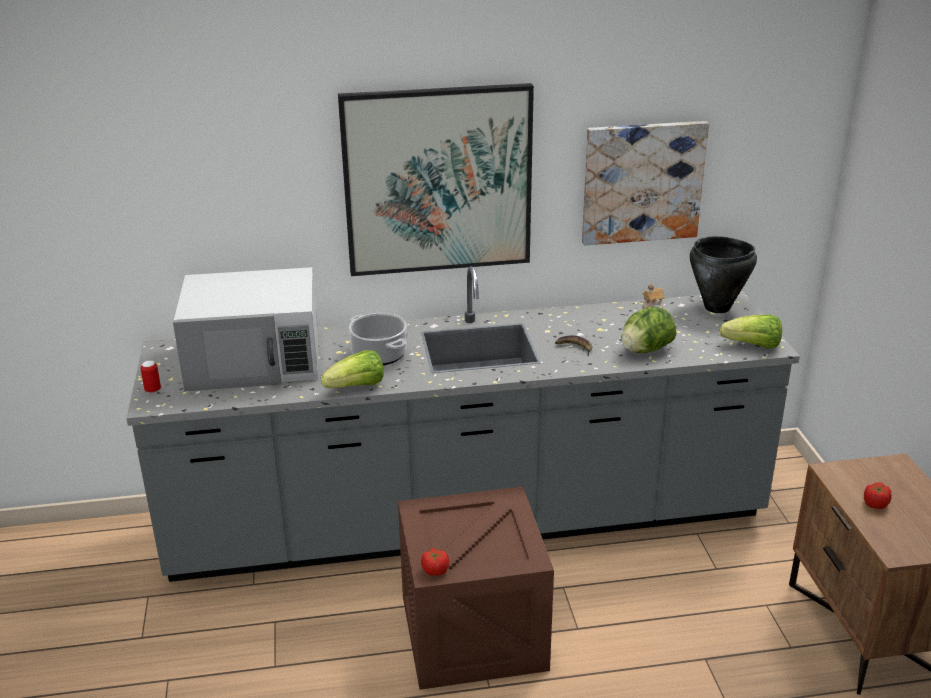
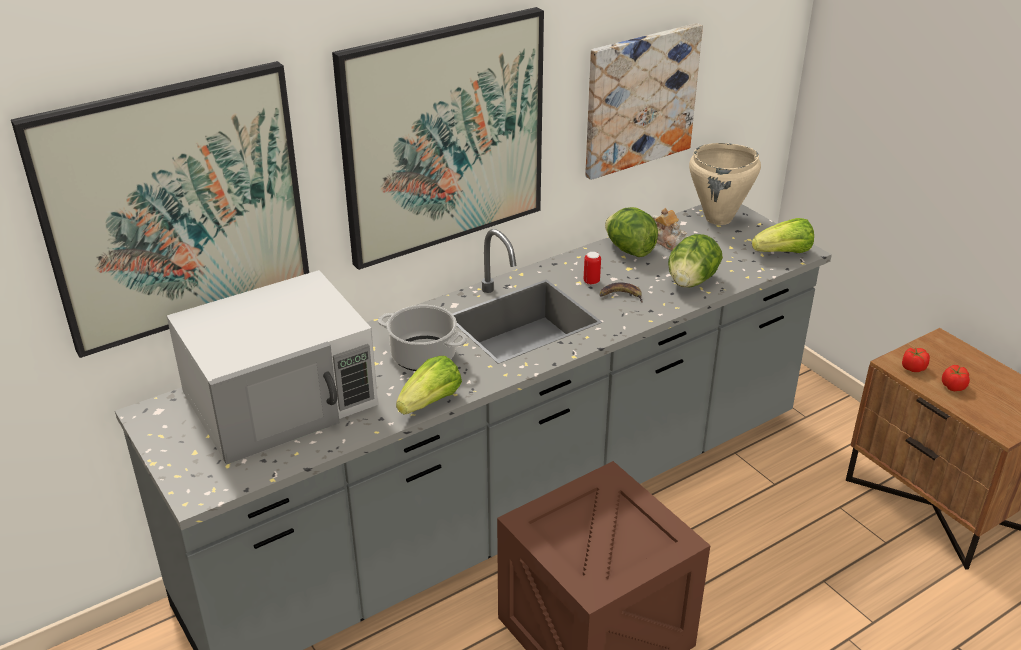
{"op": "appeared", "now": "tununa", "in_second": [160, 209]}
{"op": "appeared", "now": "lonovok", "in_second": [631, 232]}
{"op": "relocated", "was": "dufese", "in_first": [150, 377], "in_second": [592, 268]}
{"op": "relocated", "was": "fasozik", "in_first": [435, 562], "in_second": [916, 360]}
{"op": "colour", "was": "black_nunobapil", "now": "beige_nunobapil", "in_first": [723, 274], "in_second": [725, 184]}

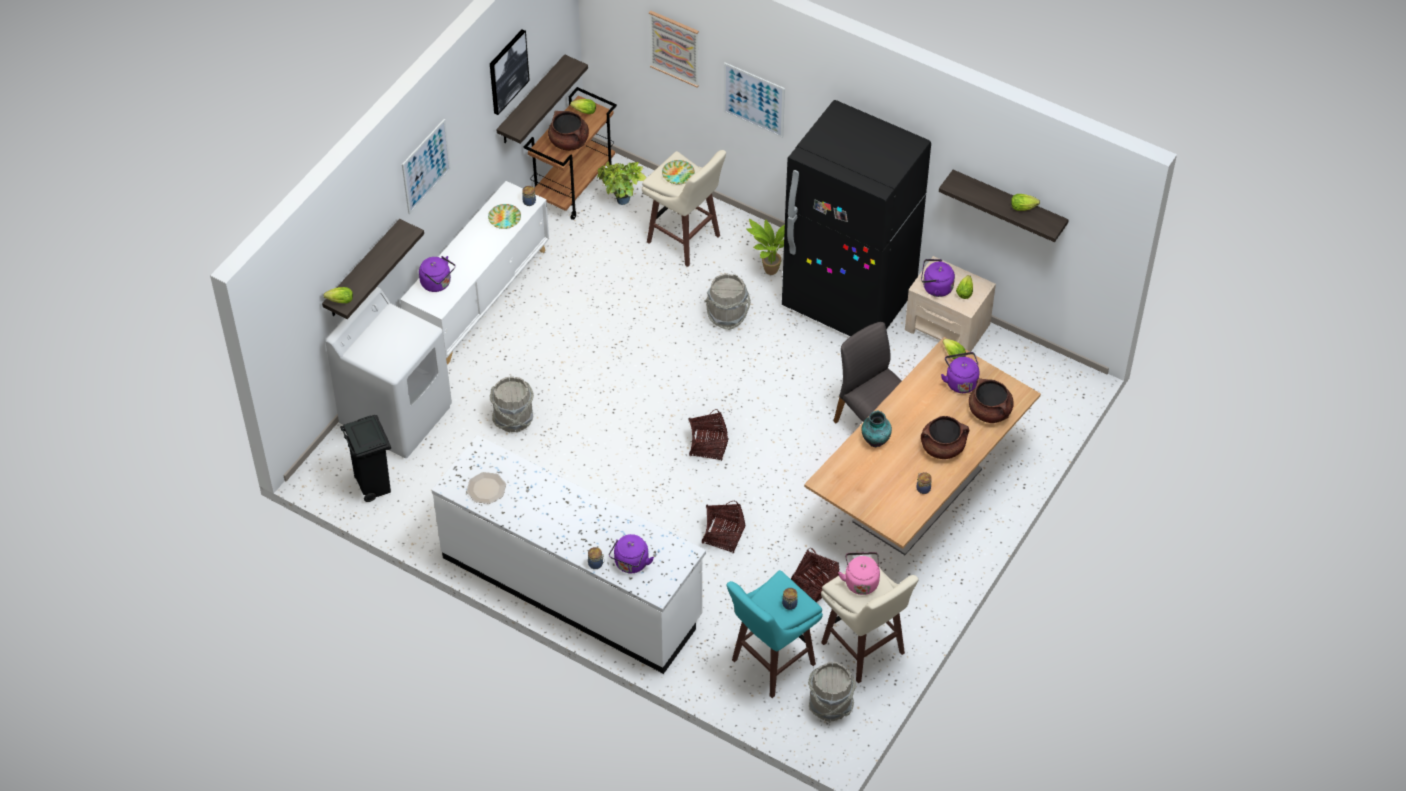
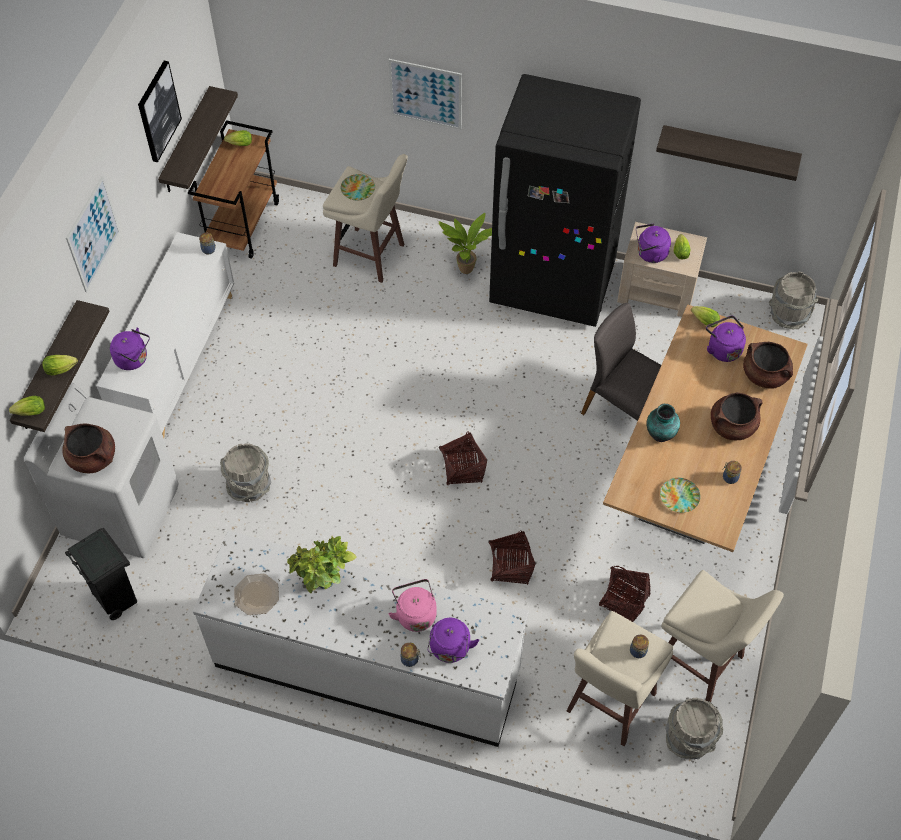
{"op": "missing", "was": "tununa", "in_first": [674, 48]}
{"op": "relocated", "was": "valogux", "in_first": [504, 216], "in_second": [680, 495]}
{"op": "relocated", "was": "brown_nunobapil", "in_first": [568, 131], "in_second": [88, 448]}
{"op": "relocated", "was": "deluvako", "in_first": [621, 183], "in_second": [322, 564]}
{"op": "relocated", "was": "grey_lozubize", "in_first": [727, 301], "in_second": [793, 300]}
{"op": "relocated", "was": "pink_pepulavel", "in_first": [859, 573], "in_second": [412, 605]}
{"op": "relocated", "was": "lonovok", "in_first": [1025, 202], "in_second": [60, 365]}
{"op": "colour", "was": "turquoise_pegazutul", "now": "beige_pegazutul", "in_first": [775, 634], "in_second": [620, 678]}

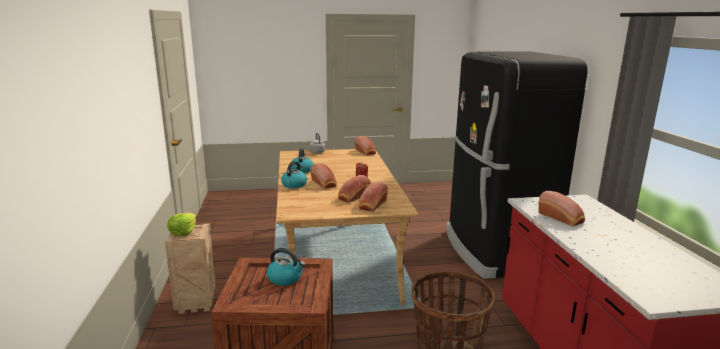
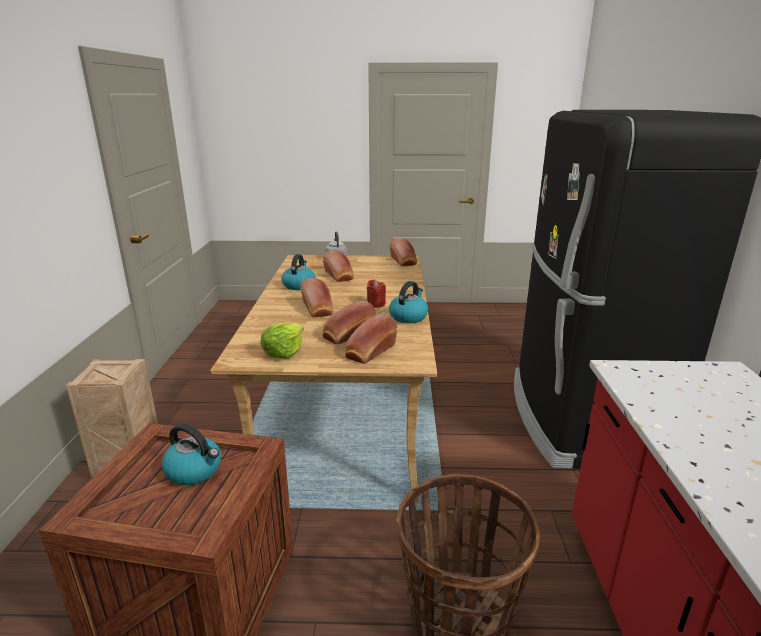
{"op": "relocated", "was": "lonovok", "in_first": [181, 224], "in_second": [282, 340]}
{"op": "relocated", "was": "pepulavel", "in_first": [294, 174], "in_second": [408, 302]}
{"op": "relocated", "was": "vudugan", "in_first": [561, 208], "in_second": [338, 266]}

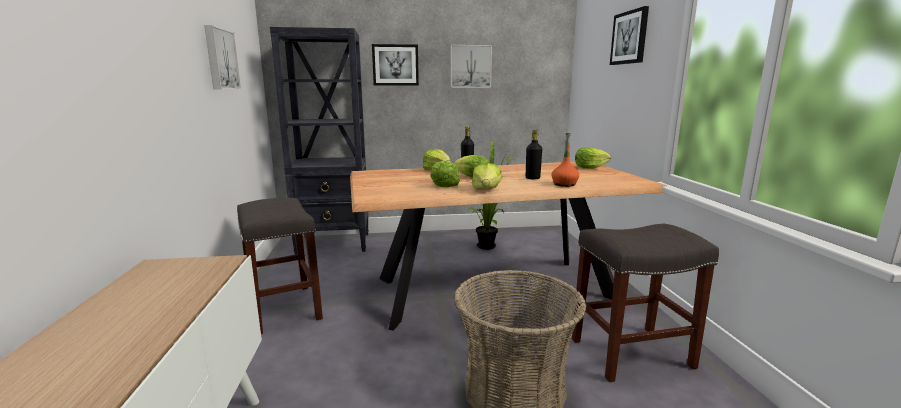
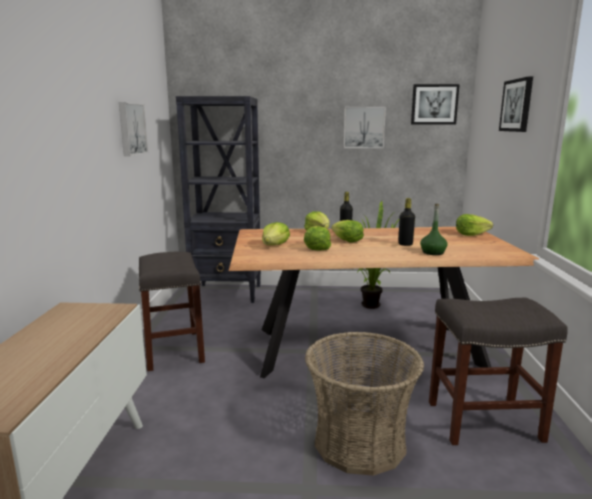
{"op": "relocated", "was": "tununa", "in_first": [395, 64], "in_second": [435, 104]}
{"op": "relocated", "was": "lonovok", "in_first": [487, 176], "in_second": [276, 233]}
{"op": "colour", "was": "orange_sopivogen", "now": "green_sopivogen", "in_first": [565, 160], "in_second": [434, 229]}

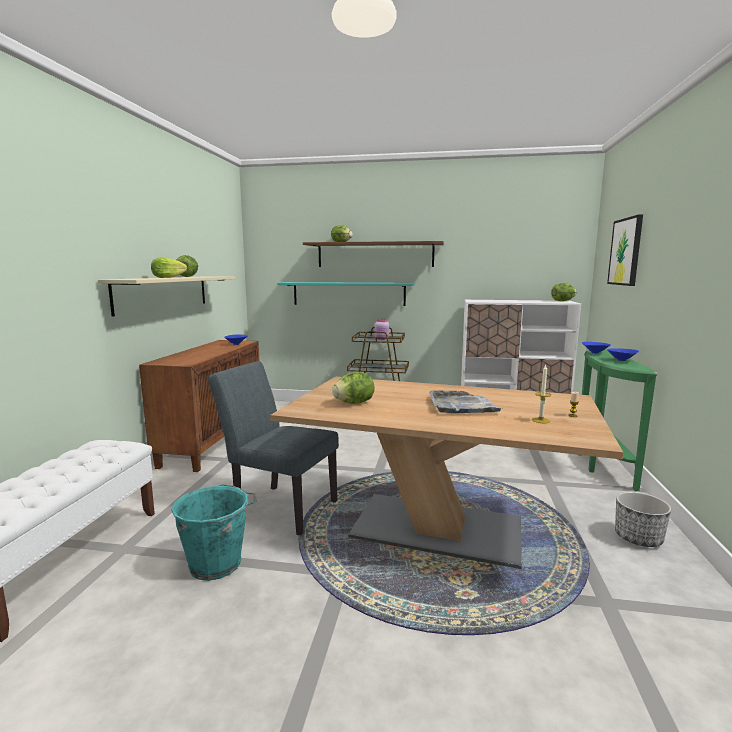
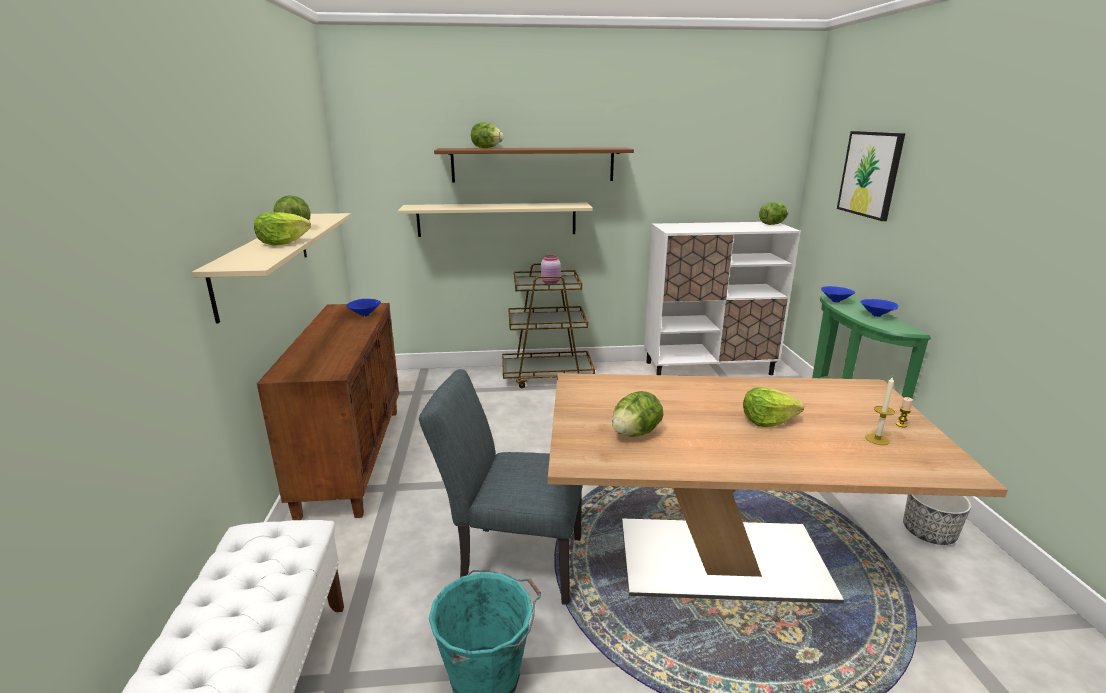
{"op": "exchanged", "was": "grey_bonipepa", "now": "lonovok", "in_first": [466, 401], "in_second": [773, 407]}
{"op": "colour", "was": "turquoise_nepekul", "now": "beige_nepekul", "in_first": [346, 294], "in_second": [495, 220]}

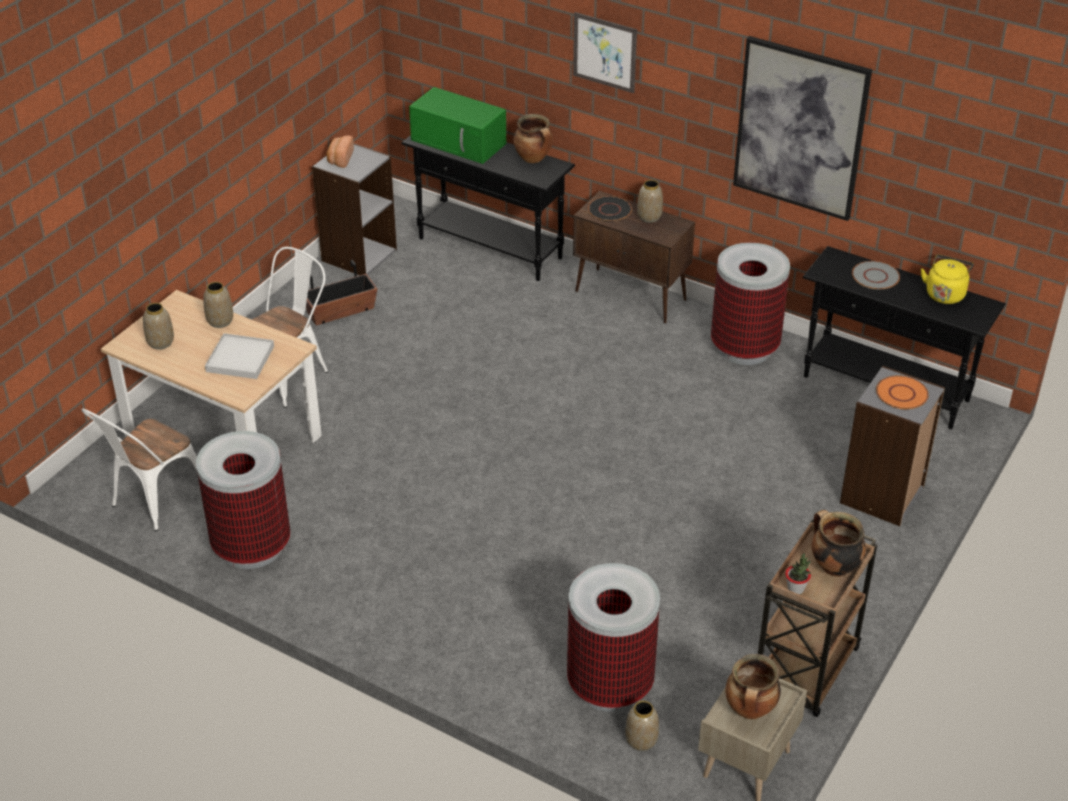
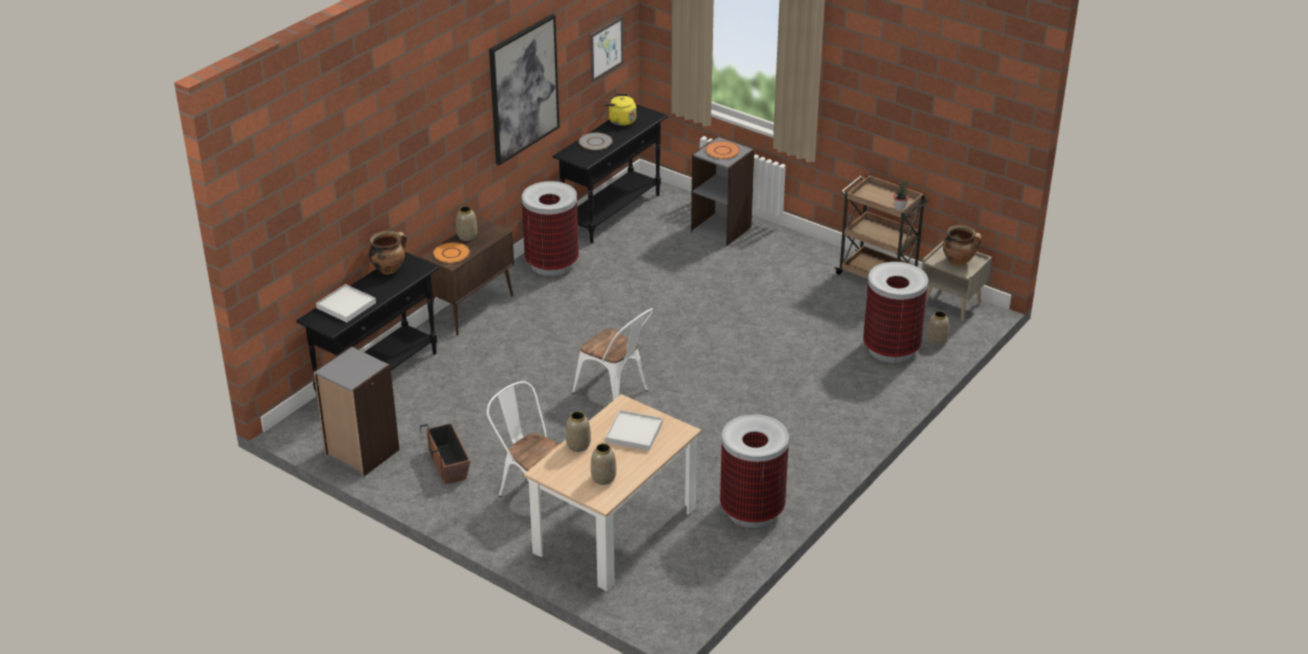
{"op": "missing", "was": "vudugan", "in_first": [340, 152]}
{"op": "missing", "was": "nunobapil", "in_first": [839, 543]}
{"op": "relocated", "was": "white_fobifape", "in_first": [139, 470], "in_second": [613, 354]}
{"op": "relocated", "was": "tununa", "in_first": [605, 52], "in_second": [606, 49]}
{"op": "exchanged", "was": "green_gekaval", "now": "white_bonipepa", "in_first": [457, 125], "in_second": [346, 303]}
{"op": "colour", "was": "black_valogux", "now": "orange_valogux", "in_first": [610, 209], "in_second": [451, 252]}

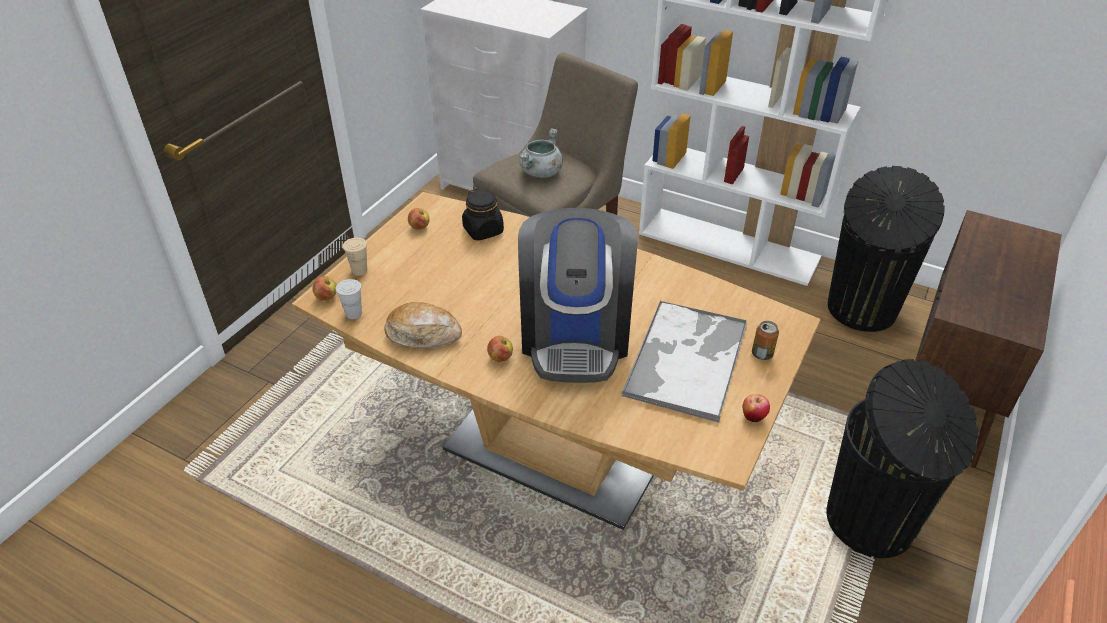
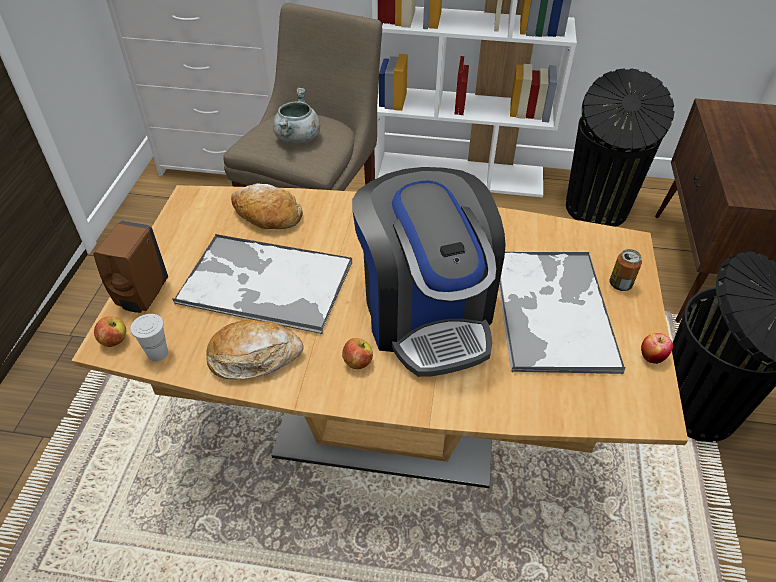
{"op": "missing", "was": "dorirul", "in_first": [419, 219]}
{"op": "appeared", "now": "bonipepa", "in_second": [262, 284]}
{"op": "exchanged", "was": "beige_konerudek", "now": "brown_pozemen", "in_first": [355, 257], "in_second": [130, 267]}
{"op": "exchanged", "was": "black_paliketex", "now": "vudugan", "in_first": [483, 215], "in_second": [267, 206]}

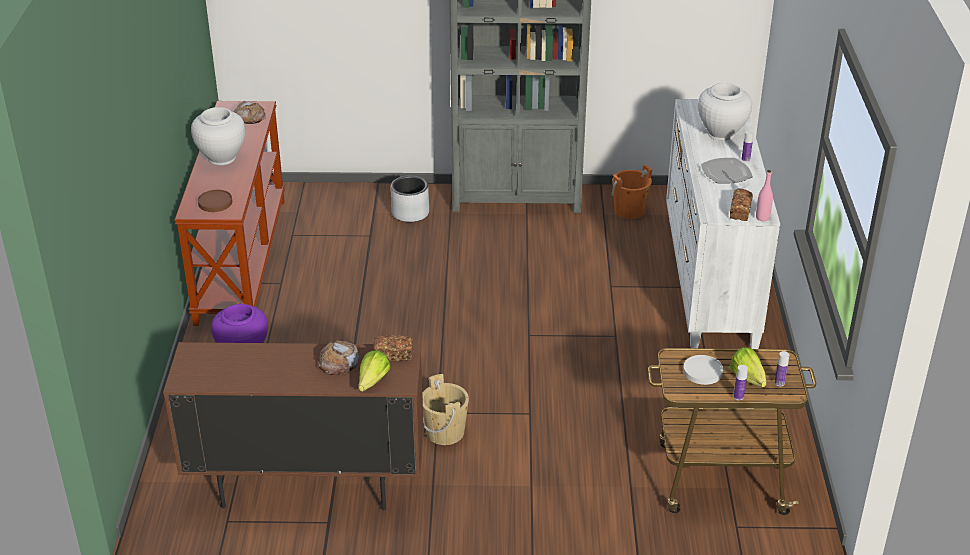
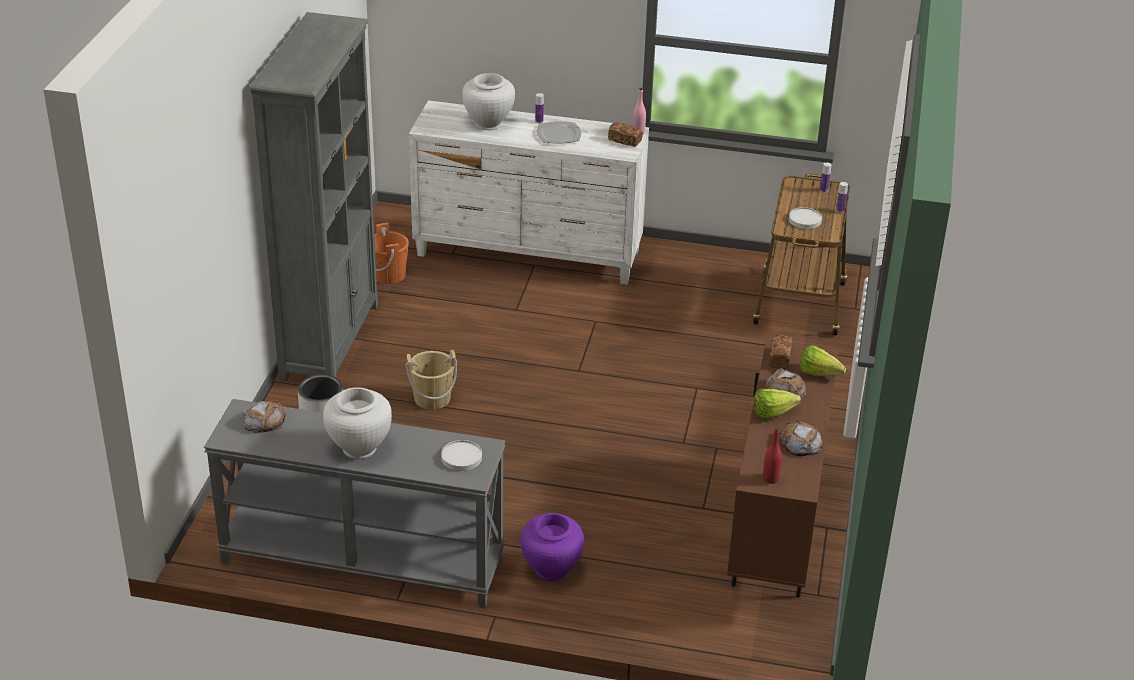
{"op": "appeared", "now": "red_sopivogen", "in_second": [772, 456]}
{"op": "appeared", "now": "vudugan", "in_second": [801, 438]}
{"op": "relocated", "was": "beige_lozubize", "in_first": [445, 409], "in_second": [431, 380]}
{"op": "relocated", "was": "lonovok", "in_first": [748, 367], "in_second": [777, 404]}
{"op": "colour", "was": "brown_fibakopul", "now": "grey_fibakopul", "in_first": [230, 213], "in_second": [354, 503]}
{"op": "colour", "was": "brown_valogux", "now": "white_valogux", "in_first": [215, 201], "in_second": [461, 455]}

